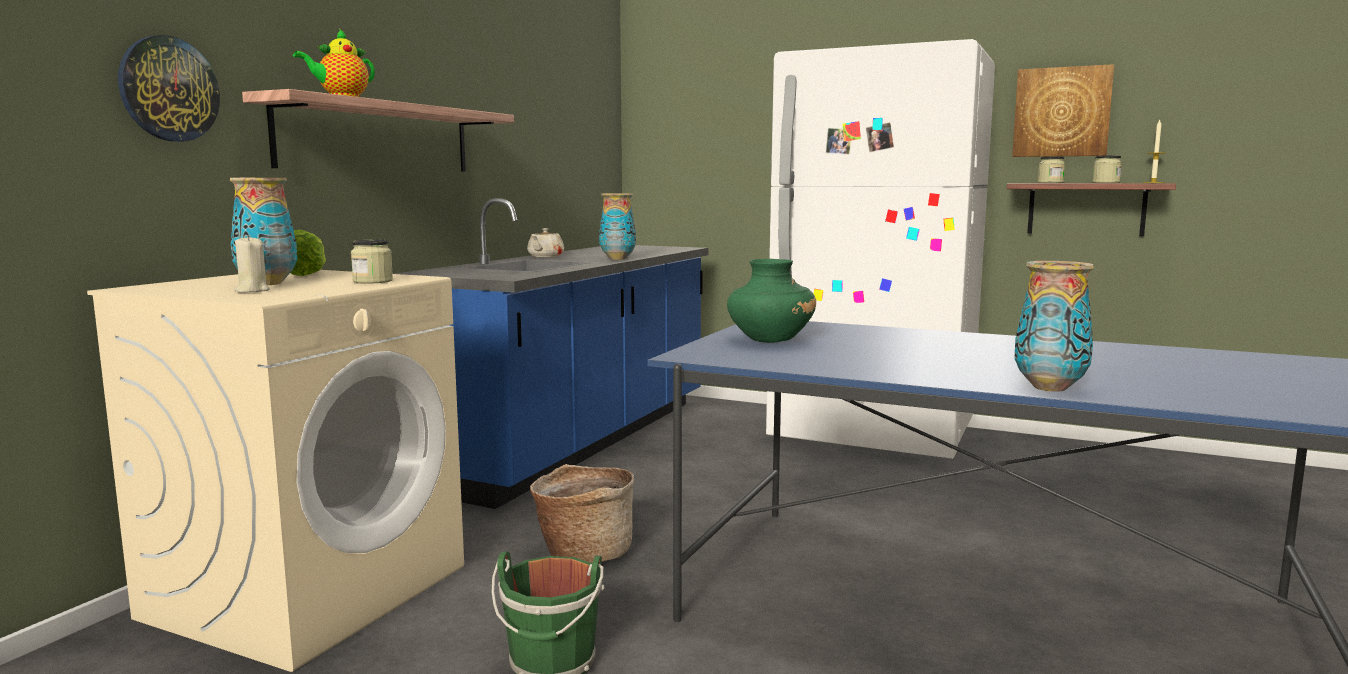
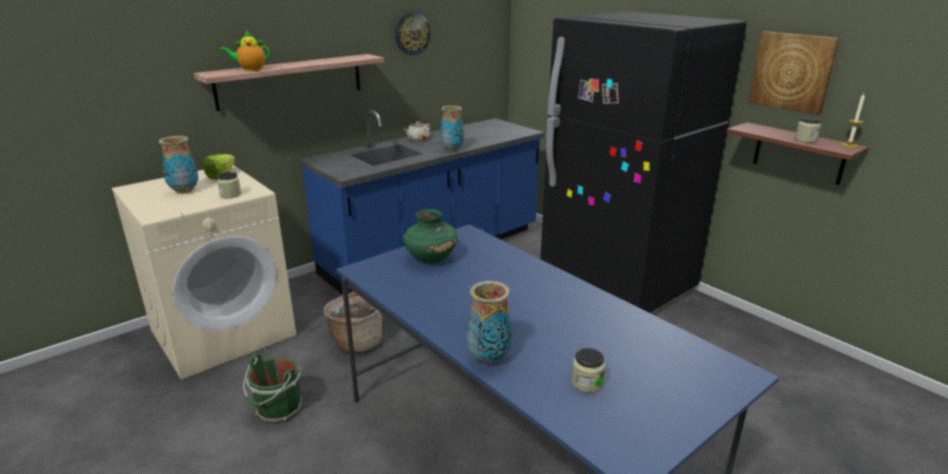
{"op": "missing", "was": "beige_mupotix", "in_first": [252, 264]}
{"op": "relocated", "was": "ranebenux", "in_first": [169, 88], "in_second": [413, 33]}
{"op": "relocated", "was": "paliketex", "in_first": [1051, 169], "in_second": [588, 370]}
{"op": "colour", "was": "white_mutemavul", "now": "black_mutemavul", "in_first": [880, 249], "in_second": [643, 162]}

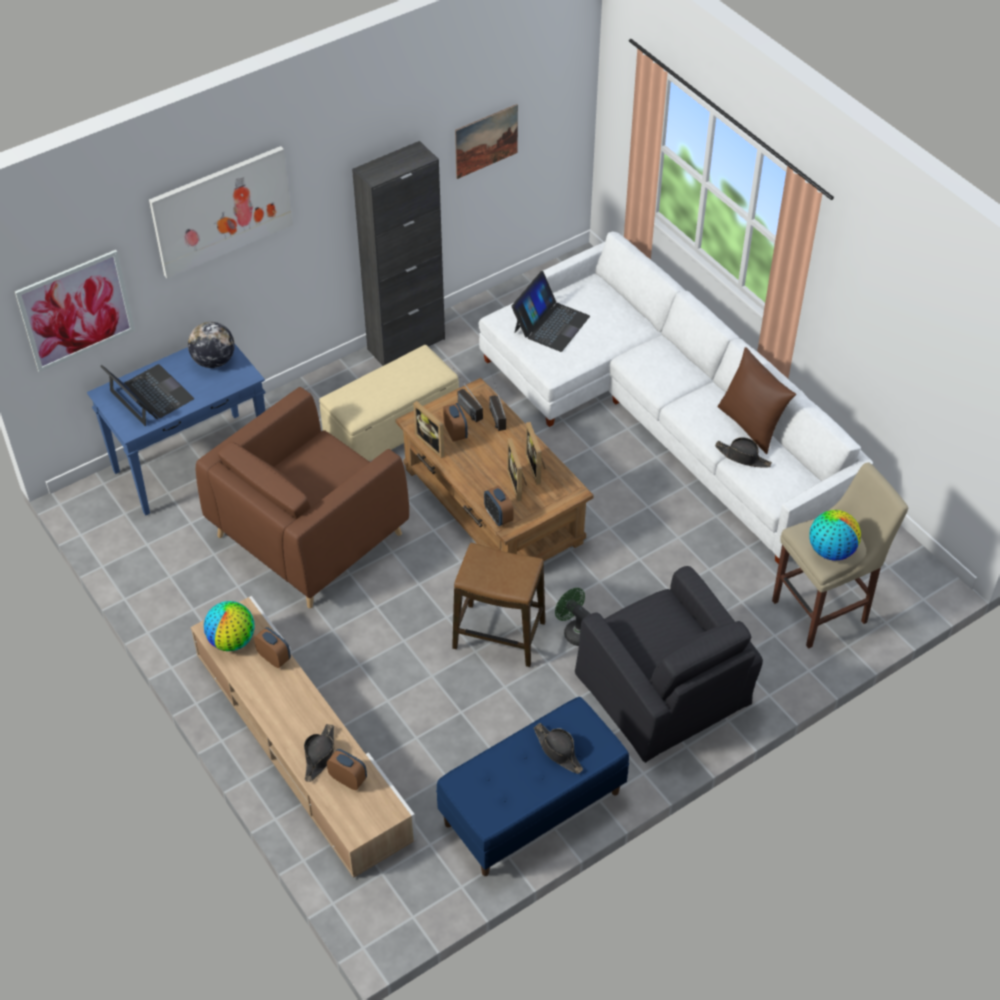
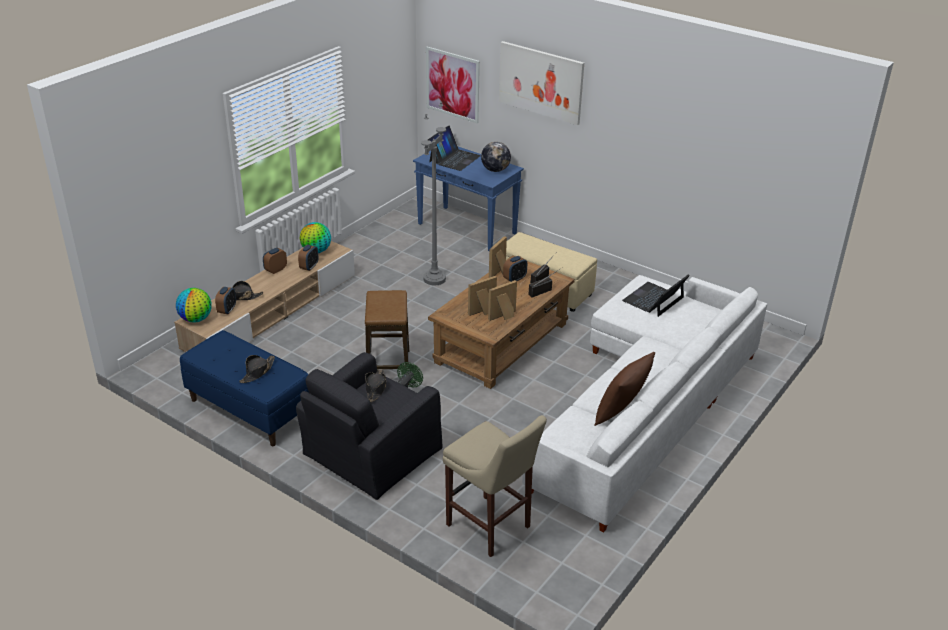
{"op": "missing", "was": "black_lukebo", "in_first": [398, 253]}
{"op": "missing", "was": "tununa", "in_first": [486, 141]}
{"op": "relocated", "was": "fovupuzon", "in_first": [499, 506], "in_second": [275, 261]}
{"op": "relocated", "was": "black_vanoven", "in_first": [743, 452], "in_second": [375, 386]}
{"op": "relocated", "was": "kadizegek", "in_first": [835, 535], "in_second": [194, 305]}
{"op": "exchanged", "was": "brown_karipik", "now": "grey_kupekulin", "in_first": [302, 497], "in_second": [433, 193]}
{"op": "spun", "was": "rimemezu", "in_first": [550, 311], "in_second": [656, 295], "clockwise": 120}

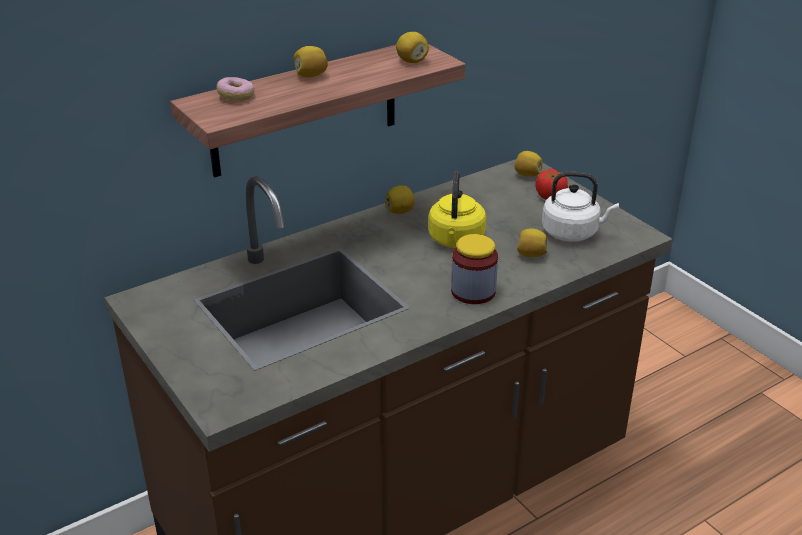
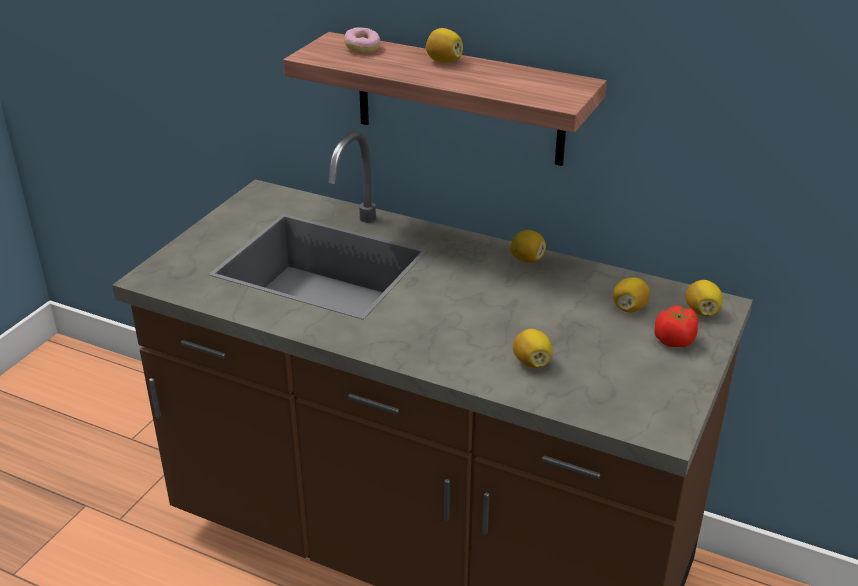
{"op": "missing", "was": "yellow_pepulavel", "in_first": [457, 209]}
{"op": "missing", "was": "paliketex", "in_first": [474, 269]}
{"op": "missing", "was": "white_pepulavel", "in_first": [580, 207]}
{"op": "relocated", "was": "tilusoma", "in_first": [412, 47], "in_second": [631, 295]}

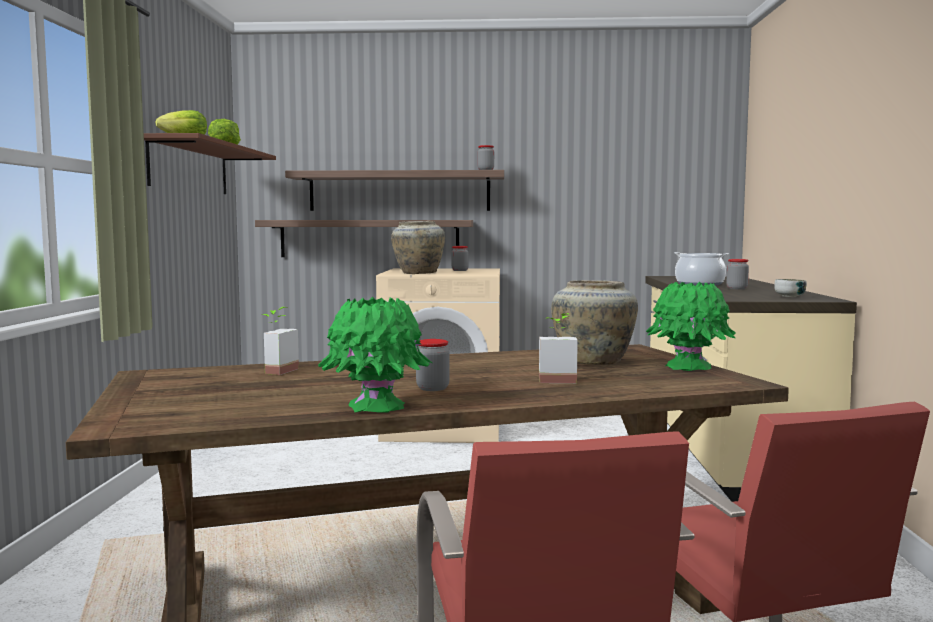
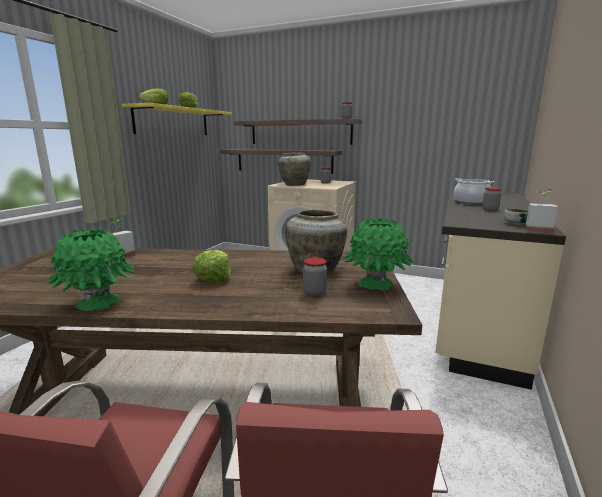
{"op": "appeared", "now": "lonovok", "in_second": [211, 266]}
{"op": "relocated", "was": "paliketex", "in_first": [433, 365], "in_second": [315, 276]}
{"op": "relocated", "was": "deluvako", "in_first": [558, 348], "in_second": [541, 211]}
{"op": "colour", "was": "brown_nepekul", "now": "yellow_nepekul", "in_first": [210, 163], "in_second": [177, 119]}

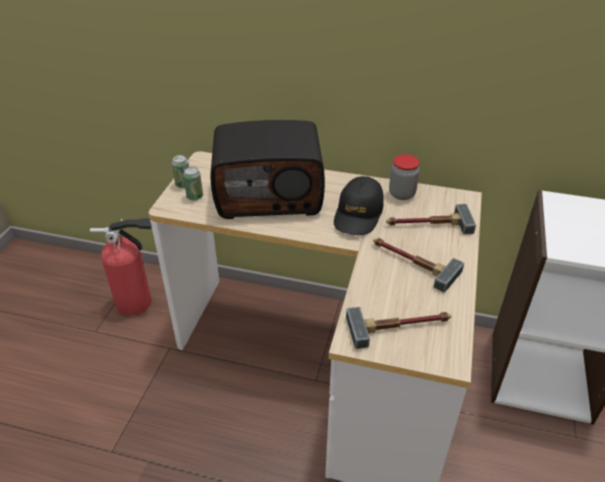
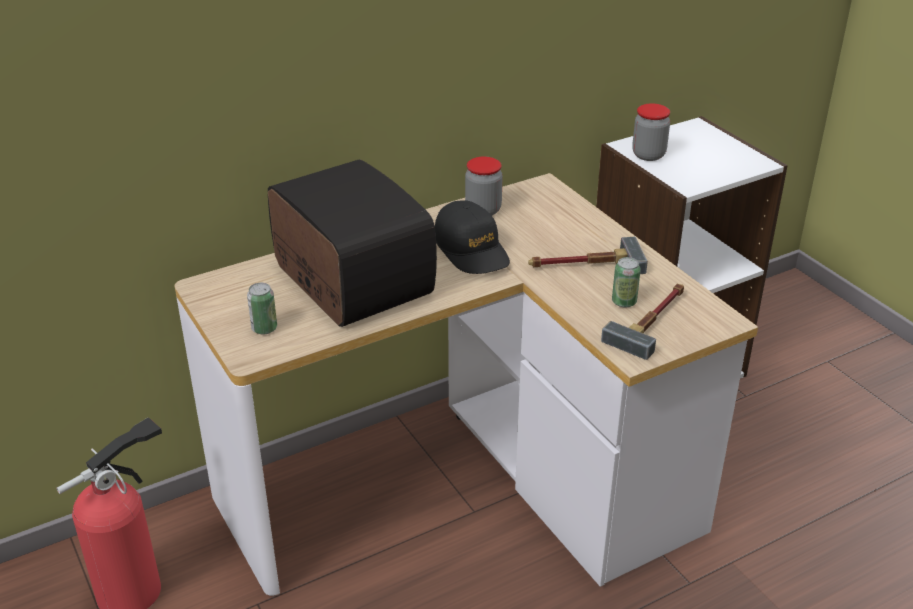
{"op": "missing", "was": "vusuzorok", "in_first": [431, 219]}
{"op": "appeared", "now": "paliketex", "in_second": [651, 132]}
{"op": "relocated", "was": "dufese", "in_first": [180, 171], "in_second": [626, 282]}
{"op": "spun", "was": "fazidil", "in_first": [267, 169], "in_second": [352, 243], "clockwise": -75}

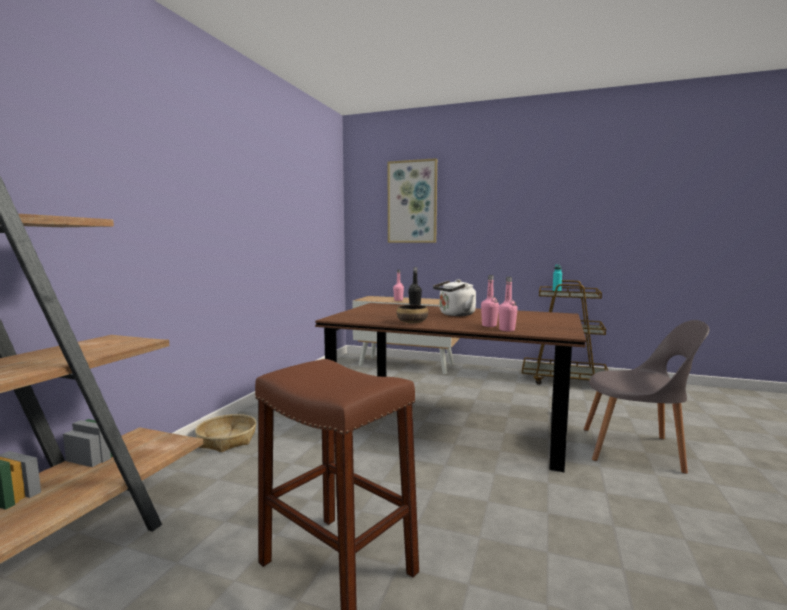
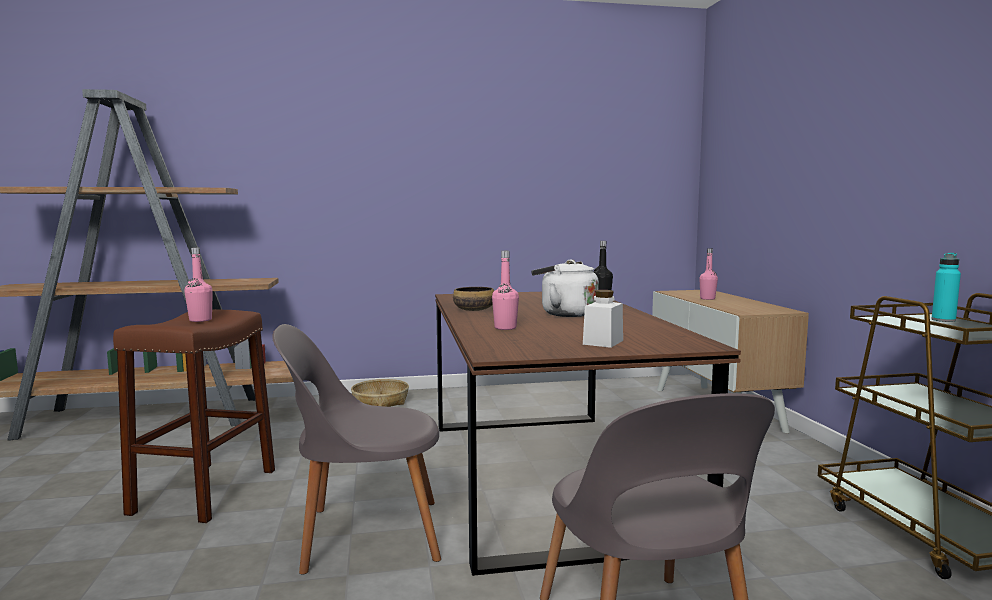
{"op": "missing", "was": "tununa", "in_first": [412, 200]}
{"op": "appeared", "now": "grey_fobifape", "in_second": [356, 449]}
{"op": "appeared", "now": "white_paliketex", "in_second": [603, 319]}
{"op": "relocated", "was": "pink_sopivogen", "in_first": [508, 304], "in_second": [199, 284]}

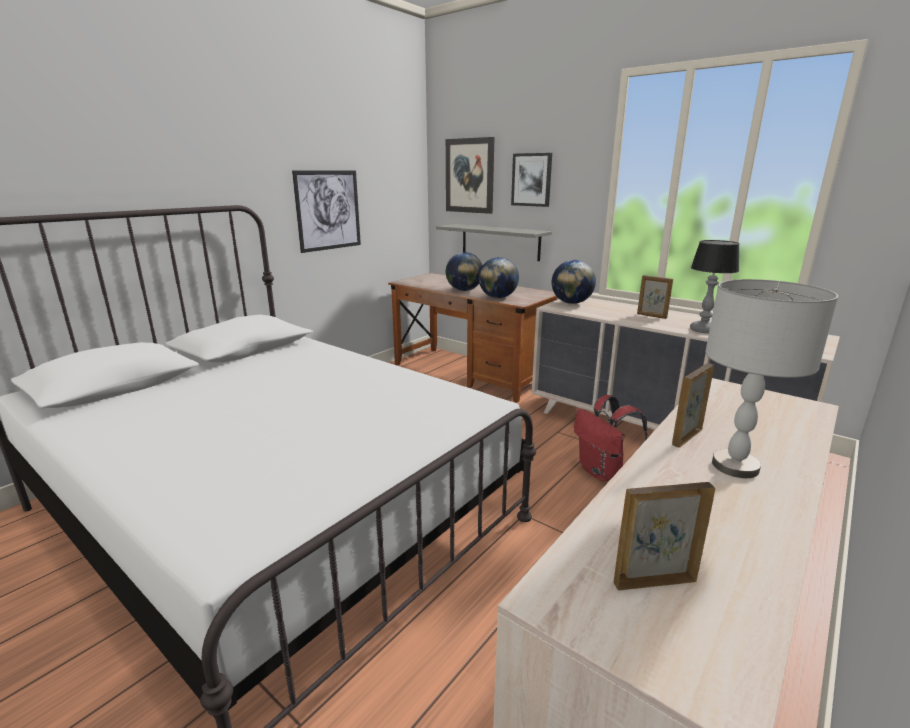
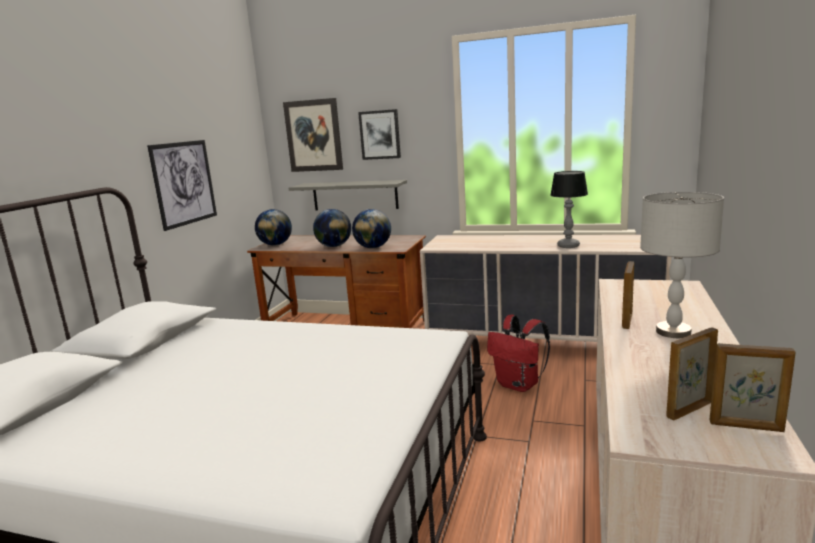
{"op": "relocated", "was": "kadizegek", "in_first": [574, 282], "in_second": [273, 227]}
{"op": "relocated", "was": "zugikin", "in_first": [655, 297], "in_second": [753, 387]}

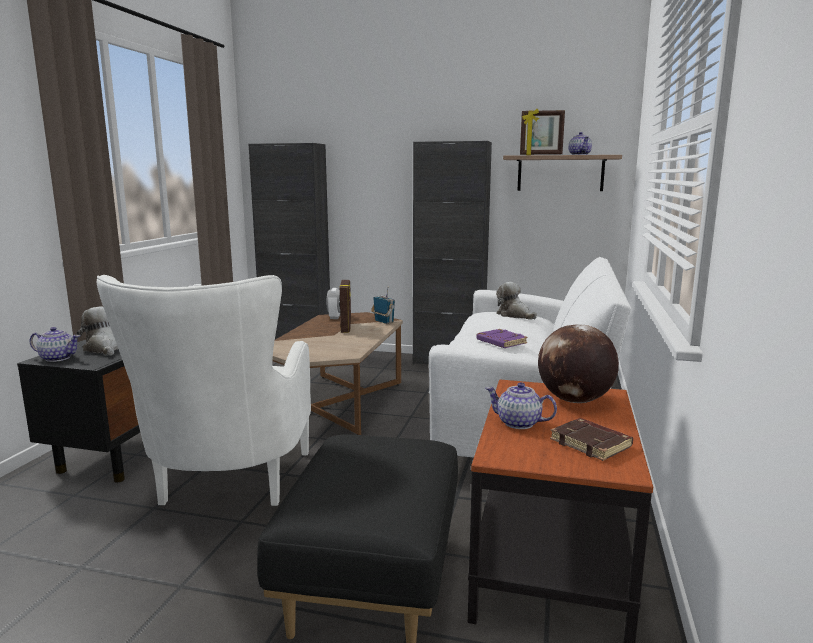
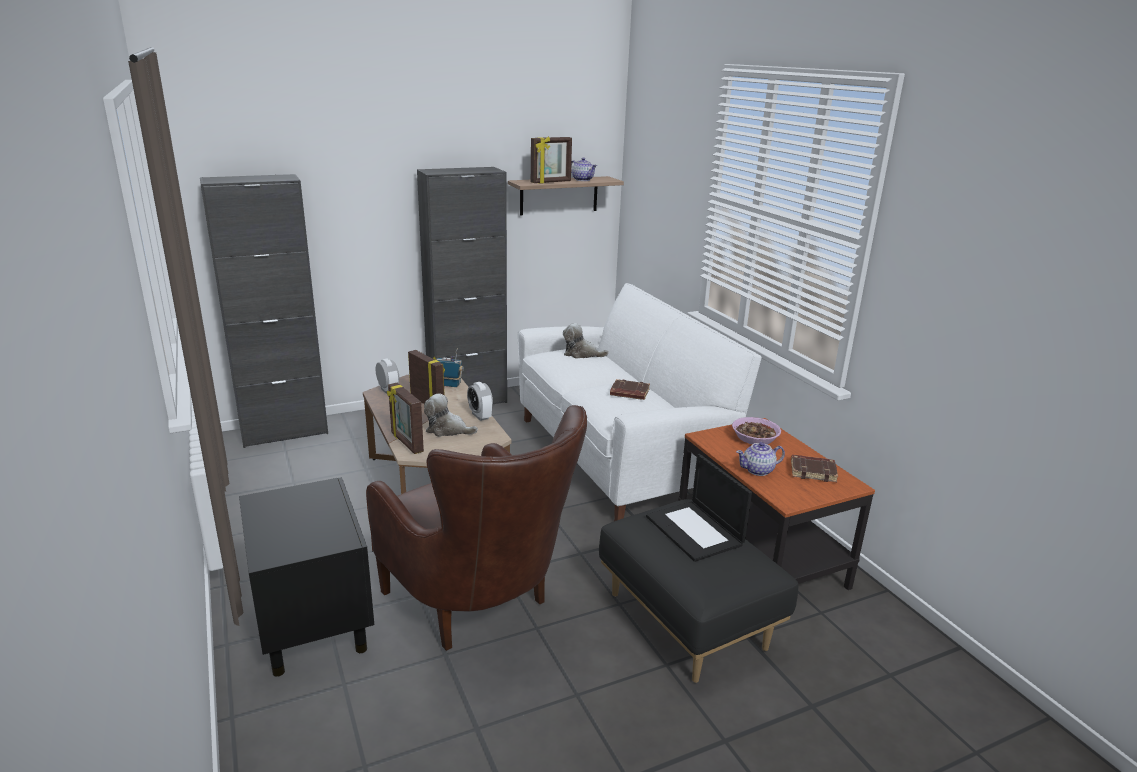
{"op": "missing", "was": "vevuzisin", "in_first": [54, 344]}
{"op": "appeared", "now": "zugikin", "in_second": [405, 418]}
{"op": "appeared", "now": "fovupuzon", "in_second": [480, 401]}
{"op": "appeared", "now": "rimemezu", "in_second": [699, 508]}
{"op": "relocated", "was": "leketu", "in_first": [97, 331], "in_second": [451, 415]}
{"op": "exchanged", "was": "kadizegek", "now": "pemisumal", "in_first": [578, 363], "in_second": [756, 430]}
{"op": "colour", "was": "white_karipik", "now": "brown_karipik", "in_first": [204, 390], "in_second": [476, 528]}
{"op": "colour", "was": "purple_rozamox", "now": "brown_rozamox", "in_first": [502, 338], "in_second": [630, 389]}

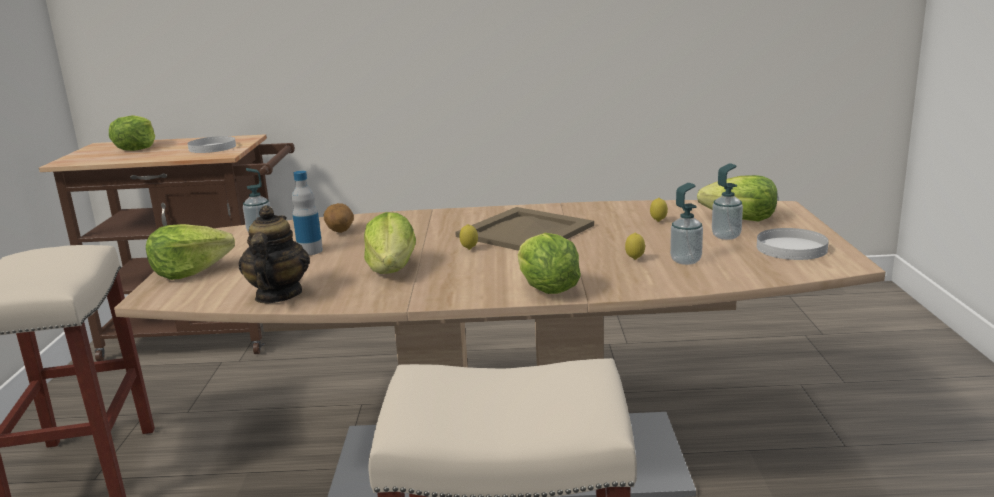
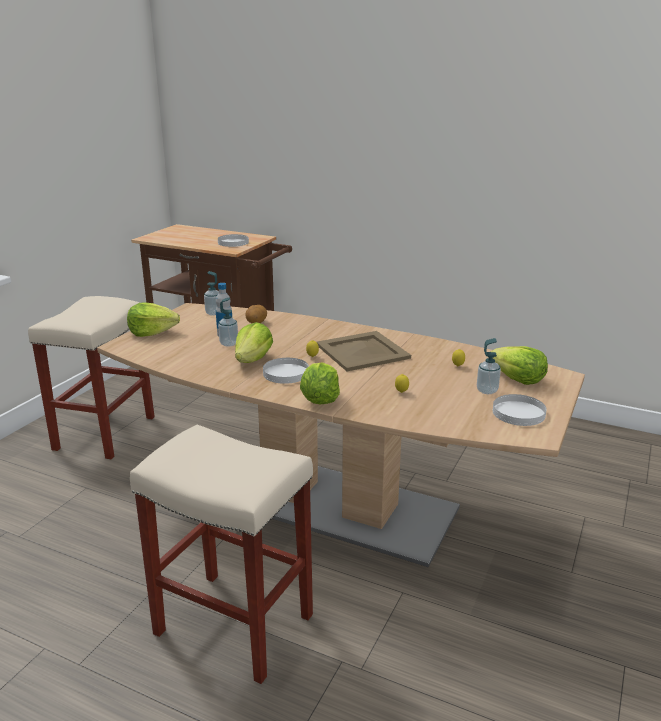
{"op": "missing", "was": "lonovok", "in_first": [132, 133]}
{"op": "missing", "was": "vevuzisin", "in_first": [274, 254]}
{"op": "appeared", "now": "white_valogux", "in_second": [286, 371]}
{"op": "relocated", "was": "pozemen", "in_first": [686, 224], "in_second": [228, 322]}

